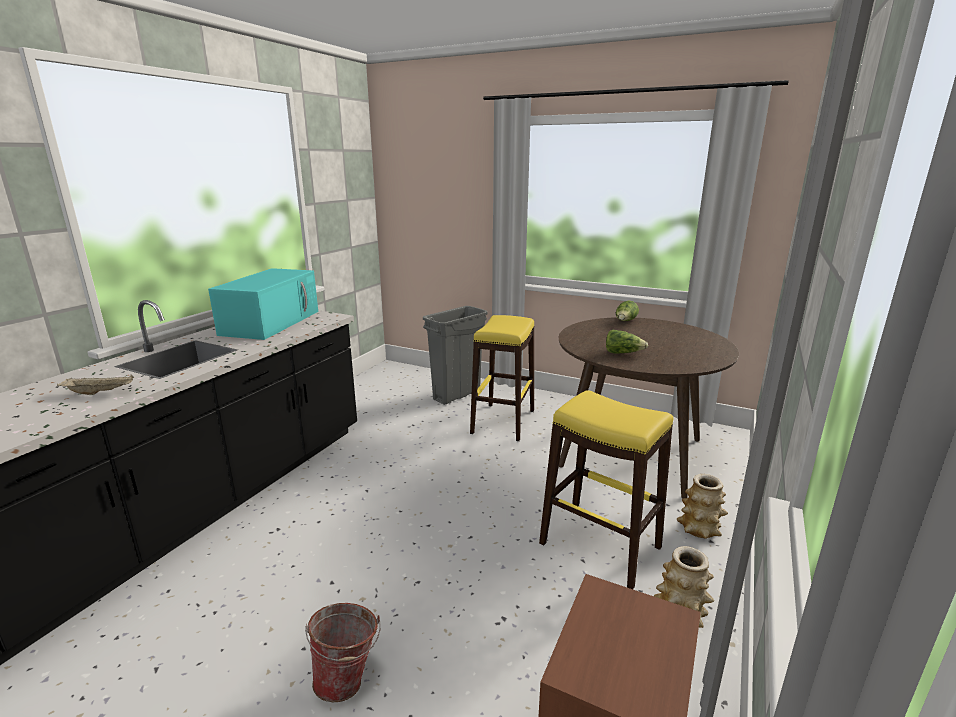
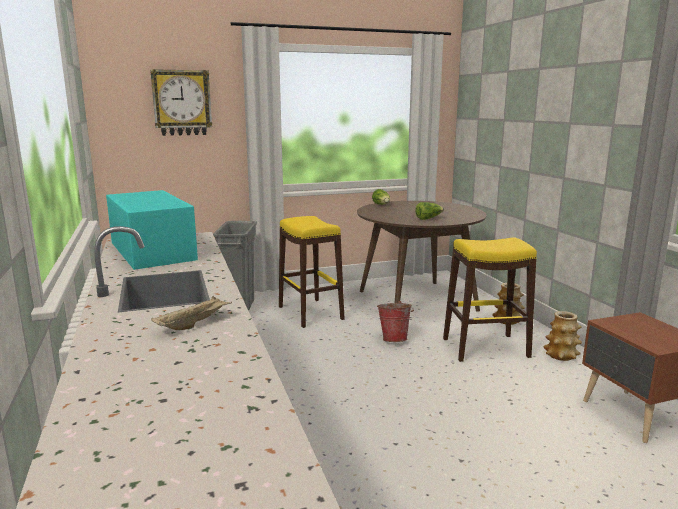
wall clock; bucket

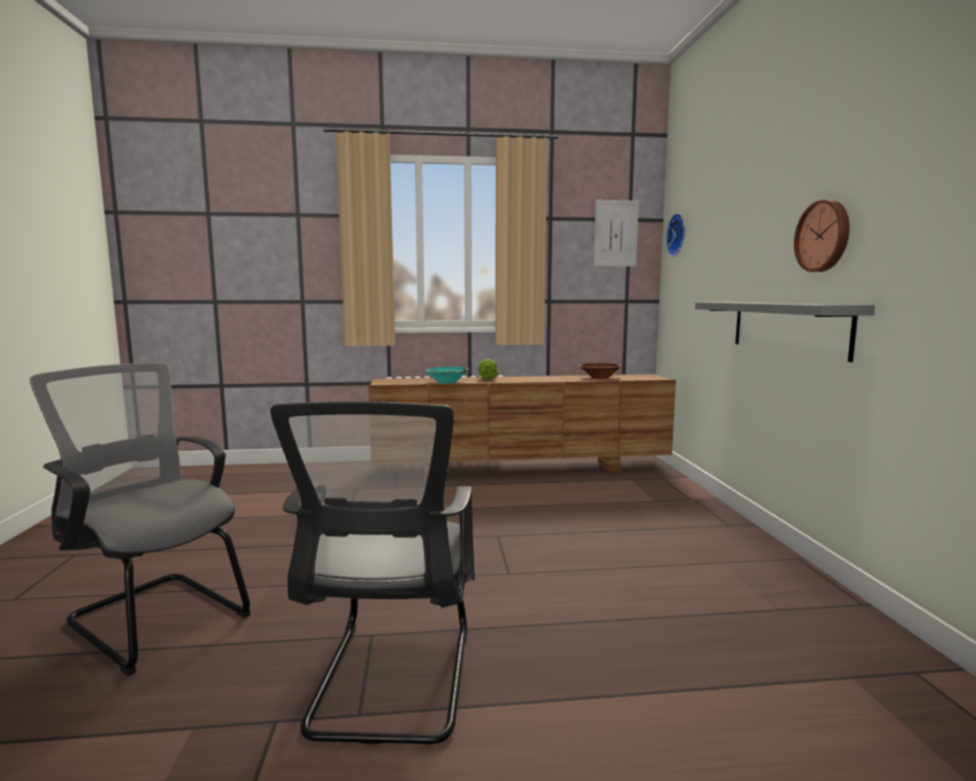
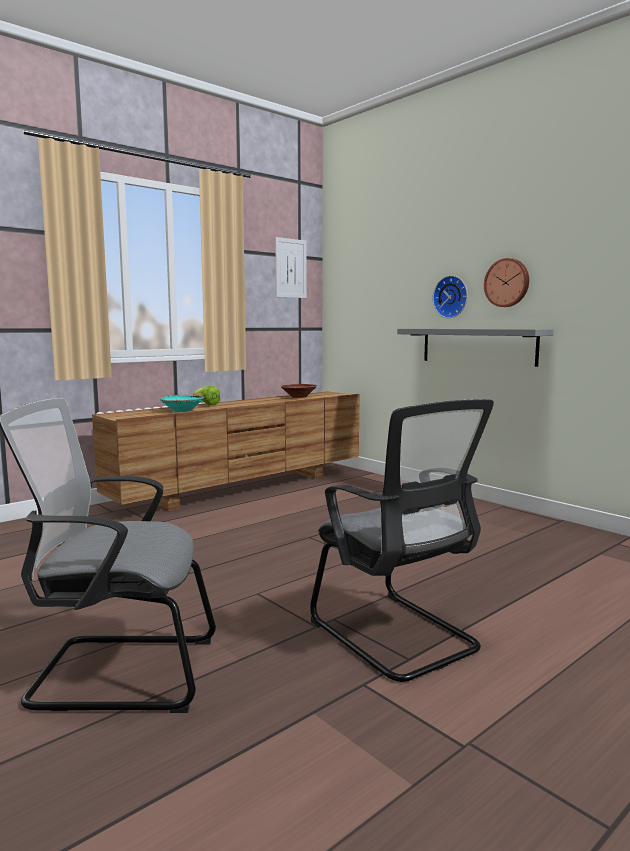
wall clock (1st from left)

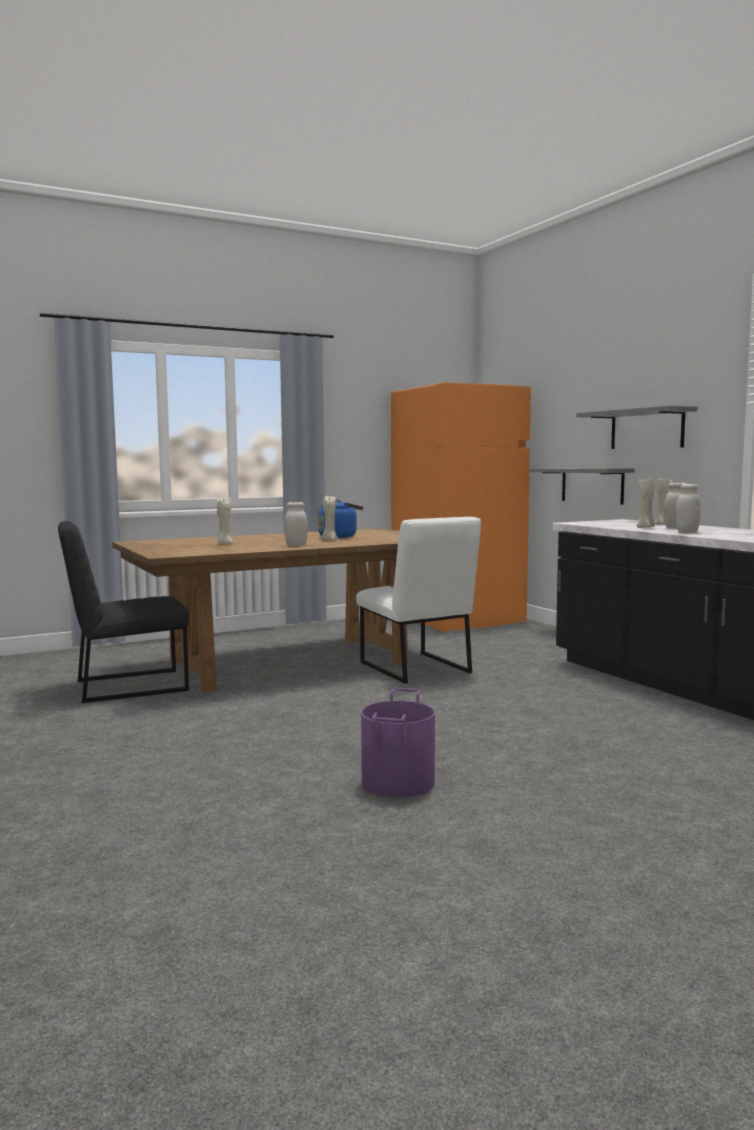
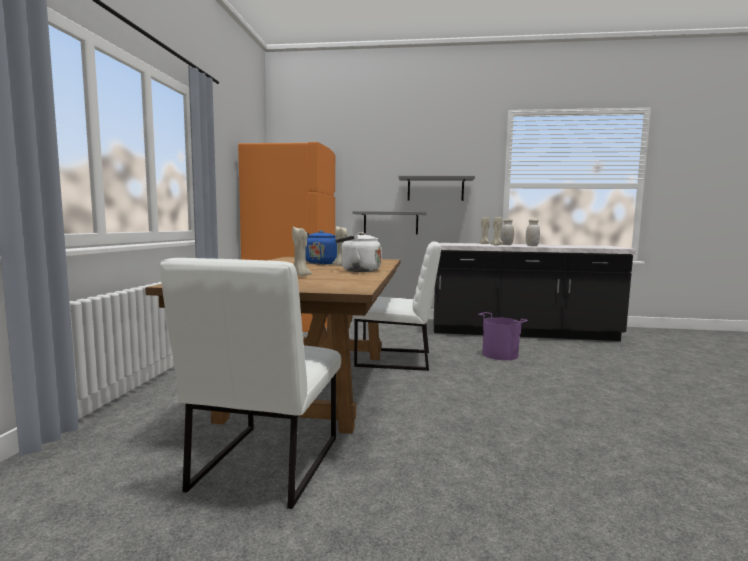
bucket (purple); kettle (white); chair (white) (1st from left)

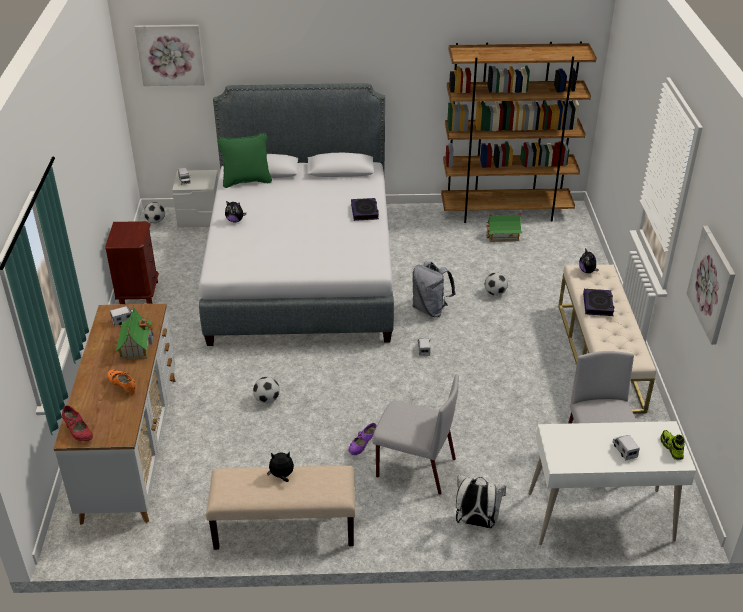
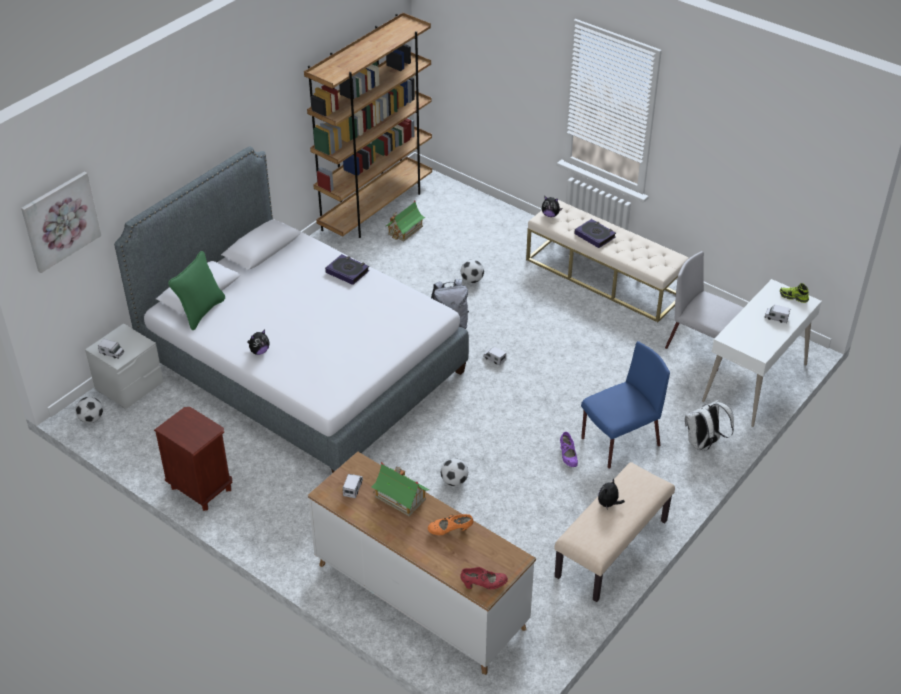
picture (2nd from left in the first image); chair (blue)

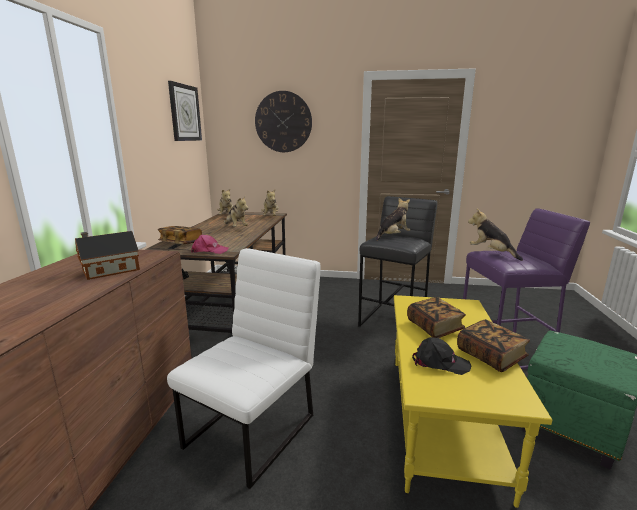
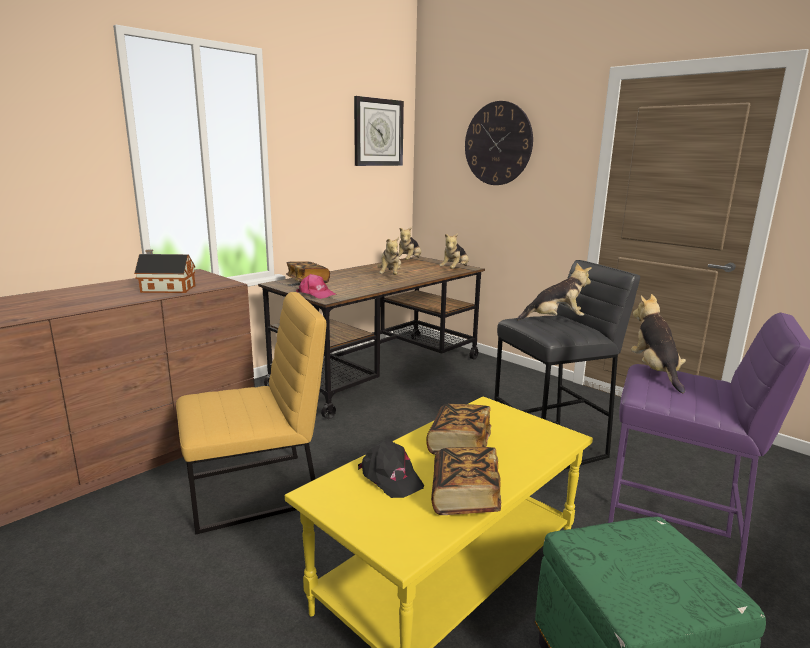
chair (yellow)

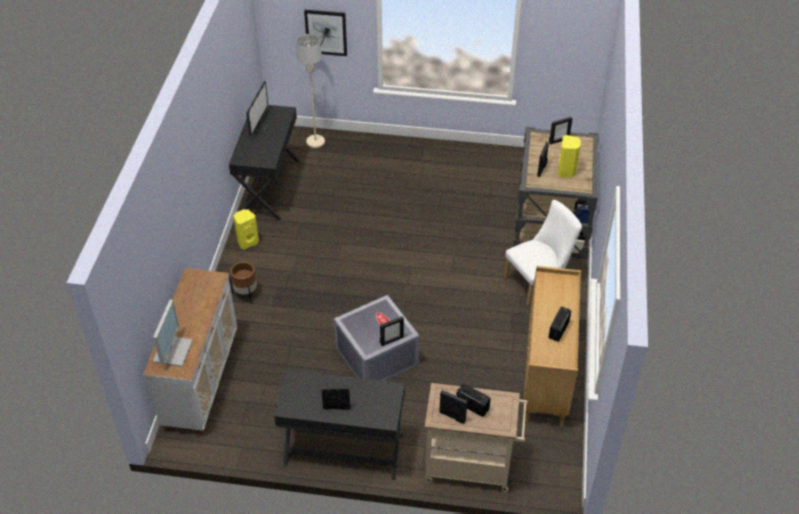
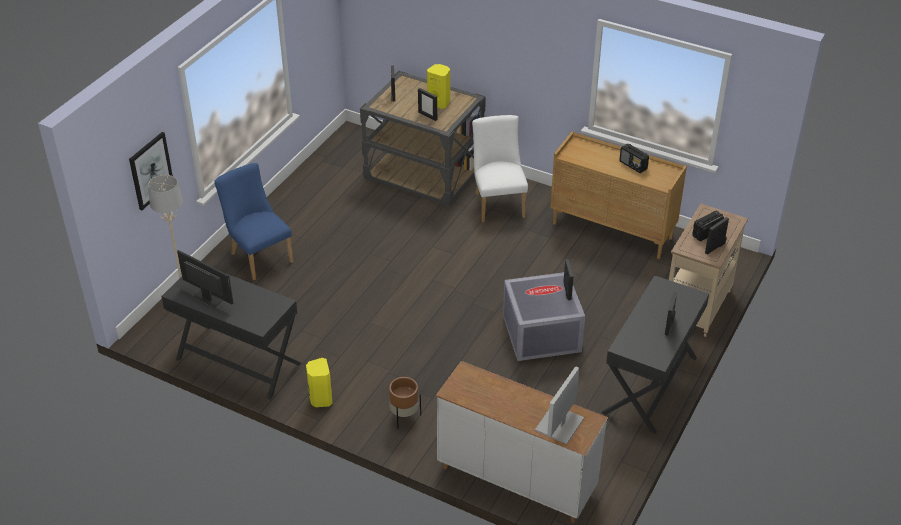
chair (blue); monitor (2nd from left)

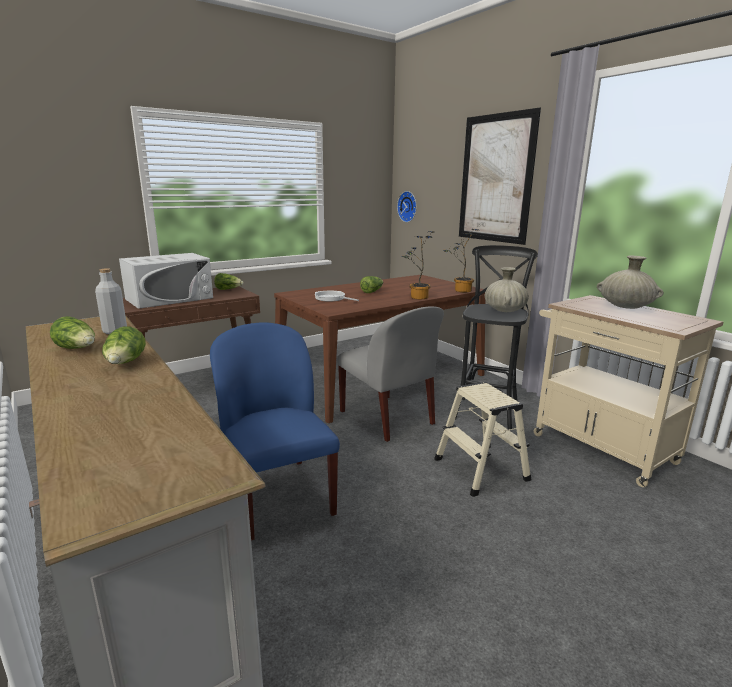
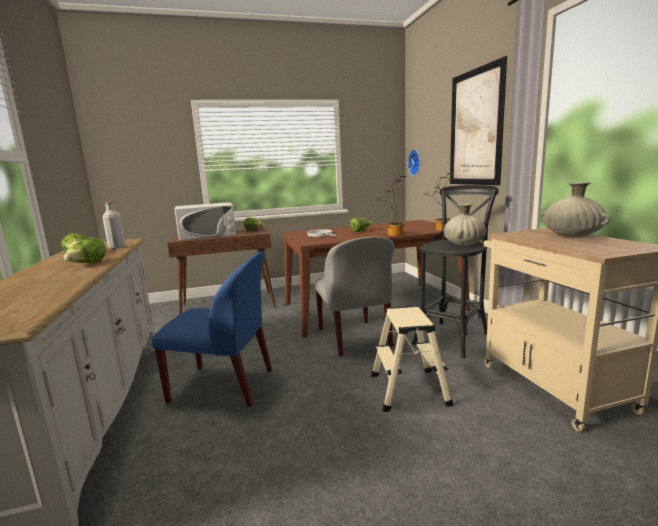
chair (blue)

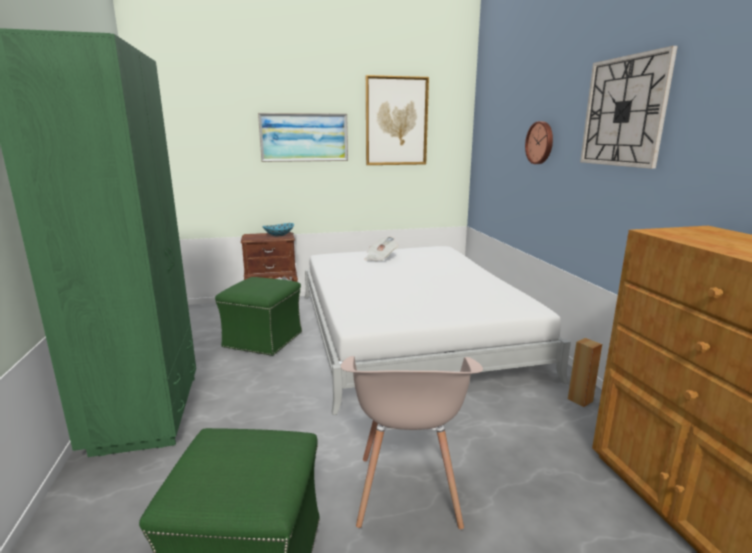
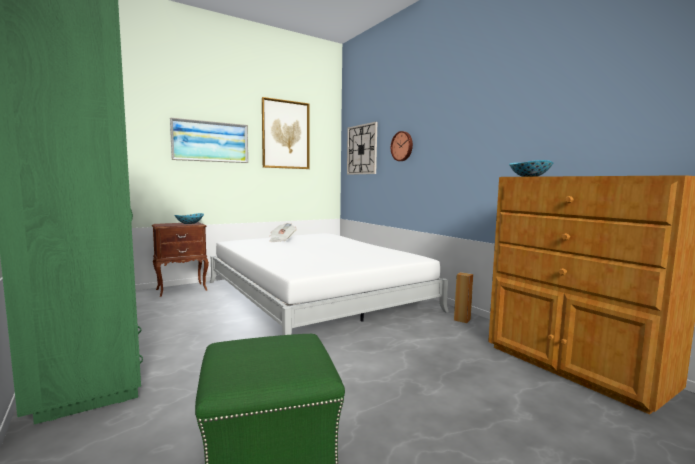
ottoman (green) (2nd from left in the first image); chair (beige); bowl (2nd from left); wall clock (1st from left)

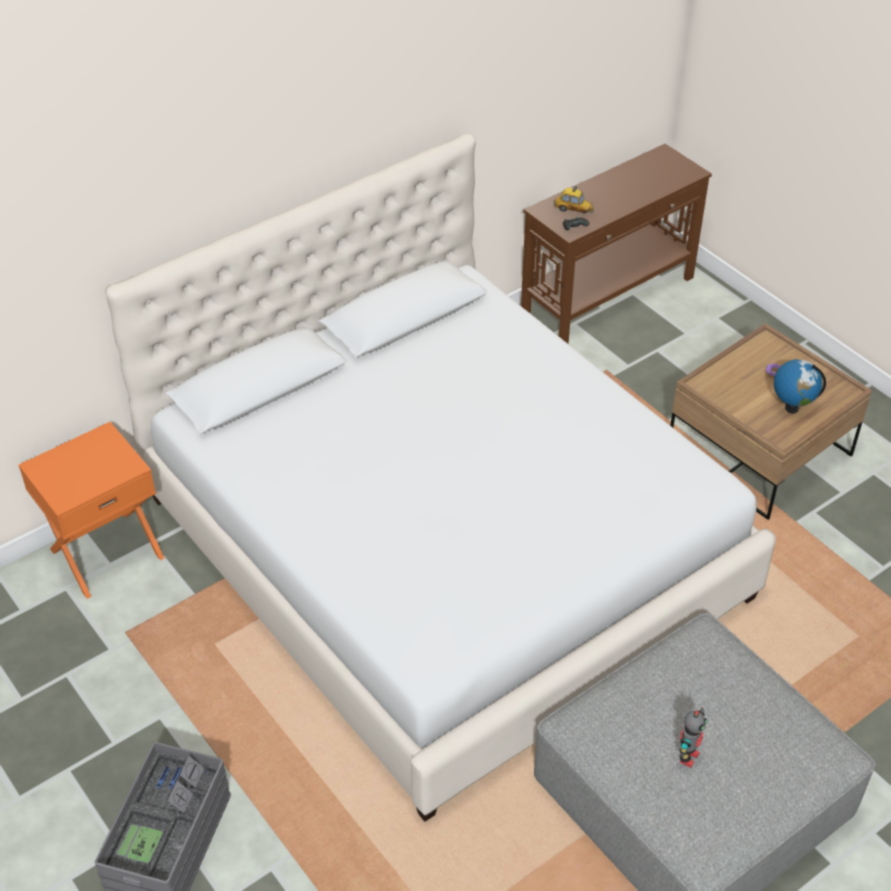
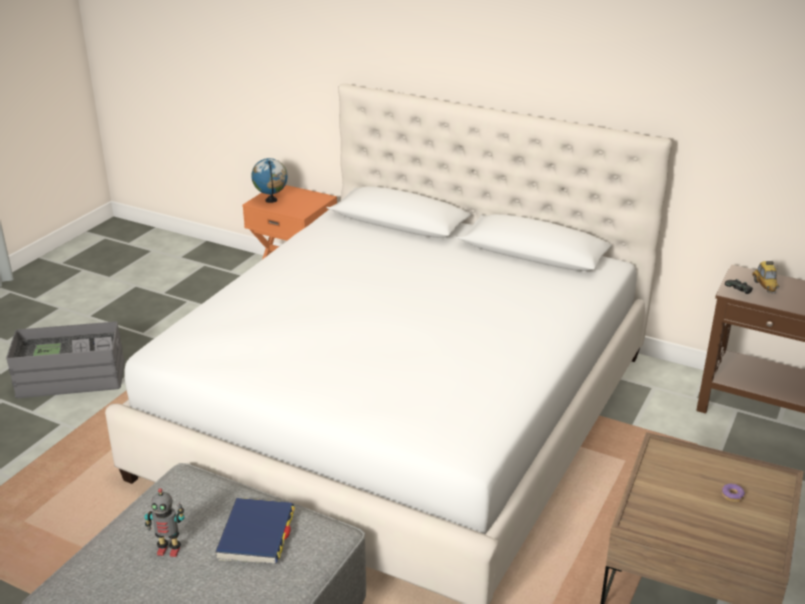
book (blue); globe

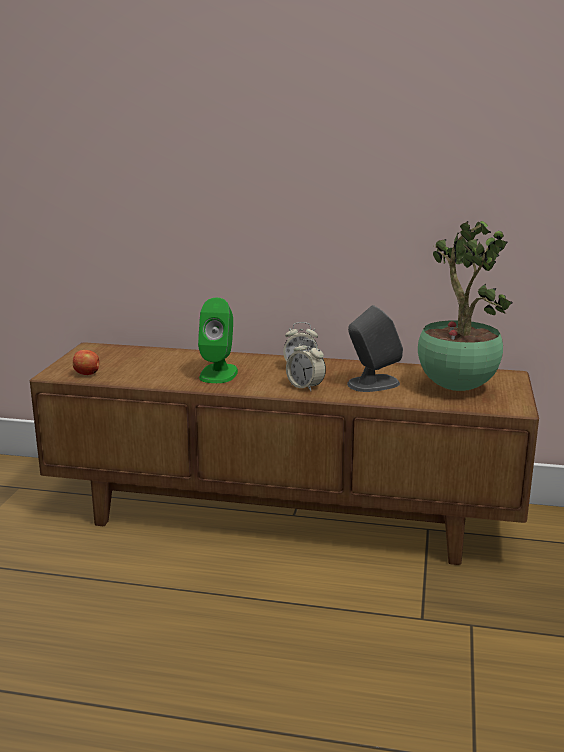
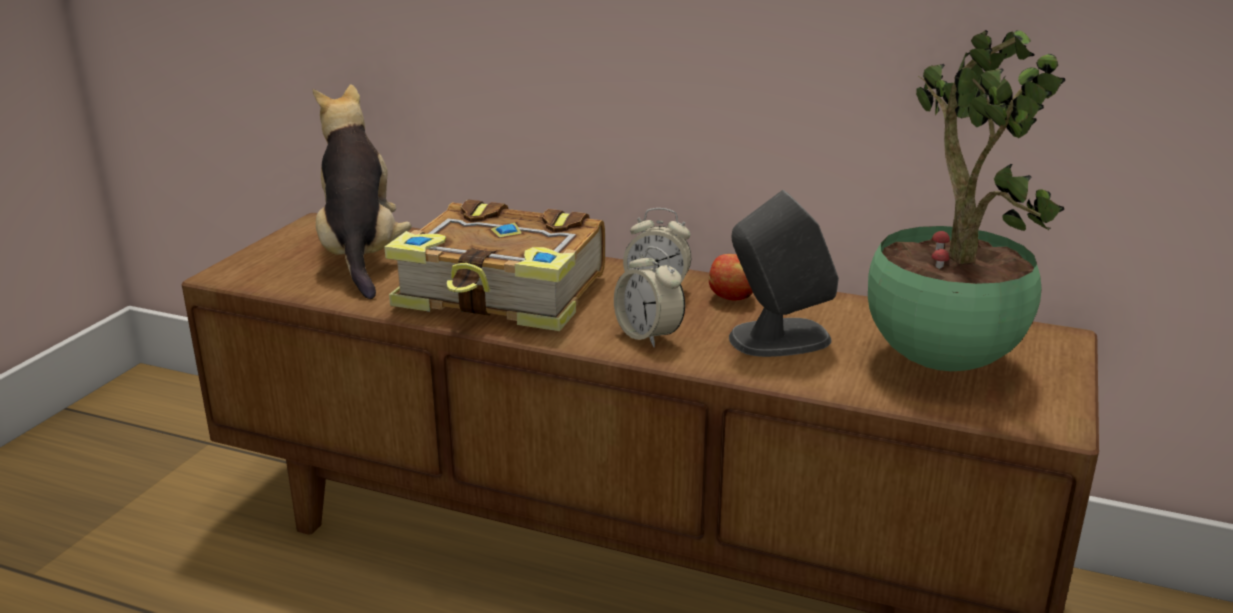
plush toy; apple; book

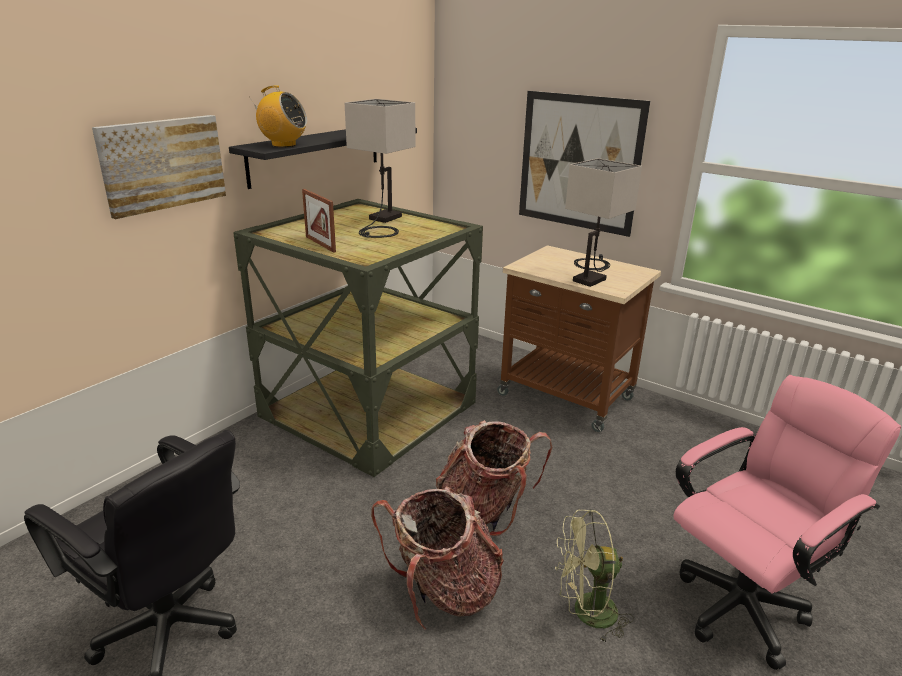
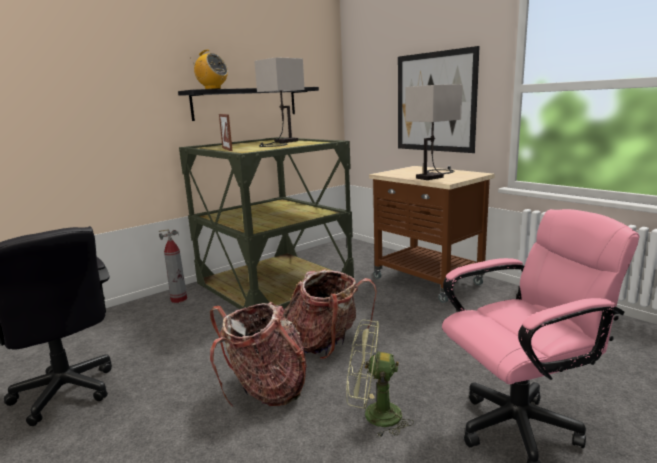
picture (1st from left in the first image); fire extinguisher

